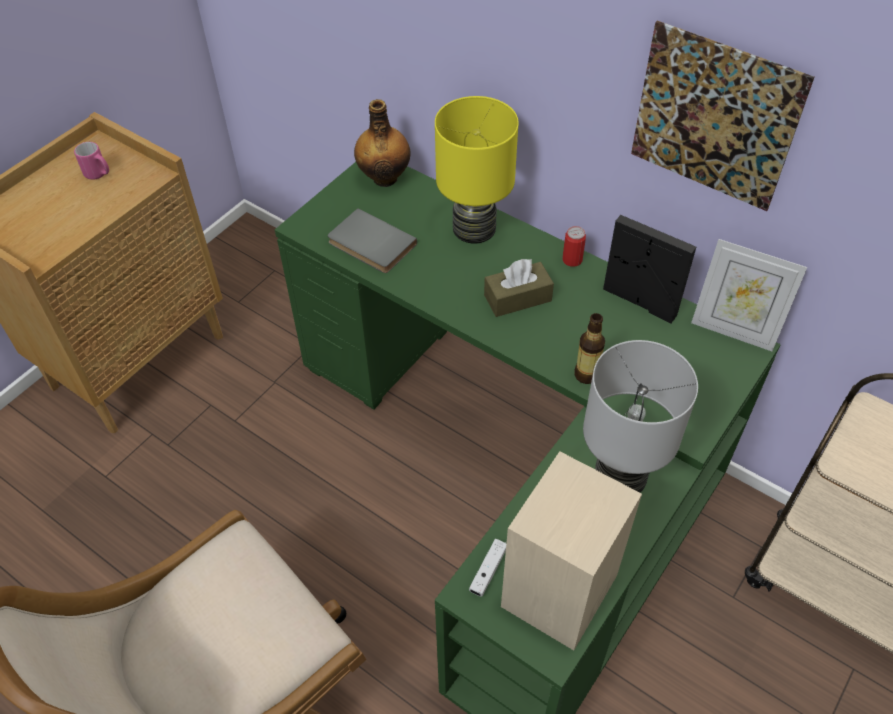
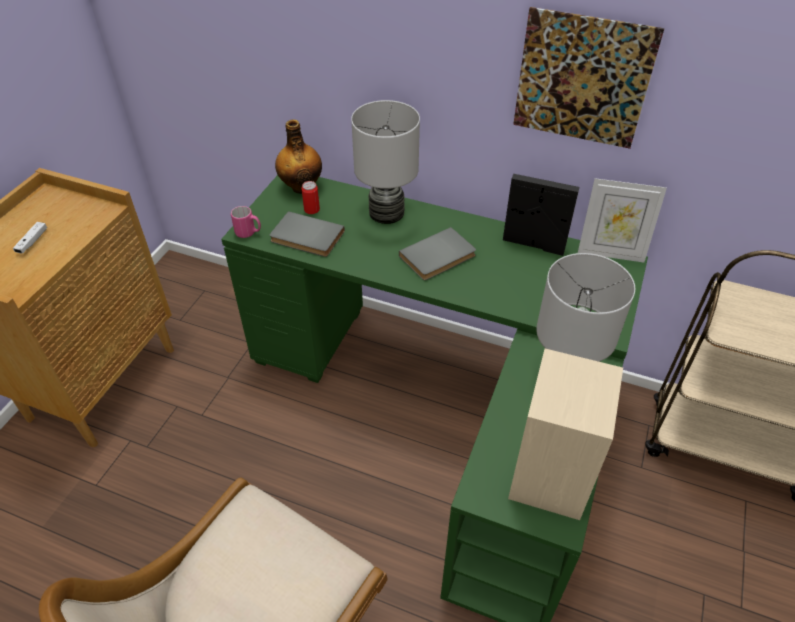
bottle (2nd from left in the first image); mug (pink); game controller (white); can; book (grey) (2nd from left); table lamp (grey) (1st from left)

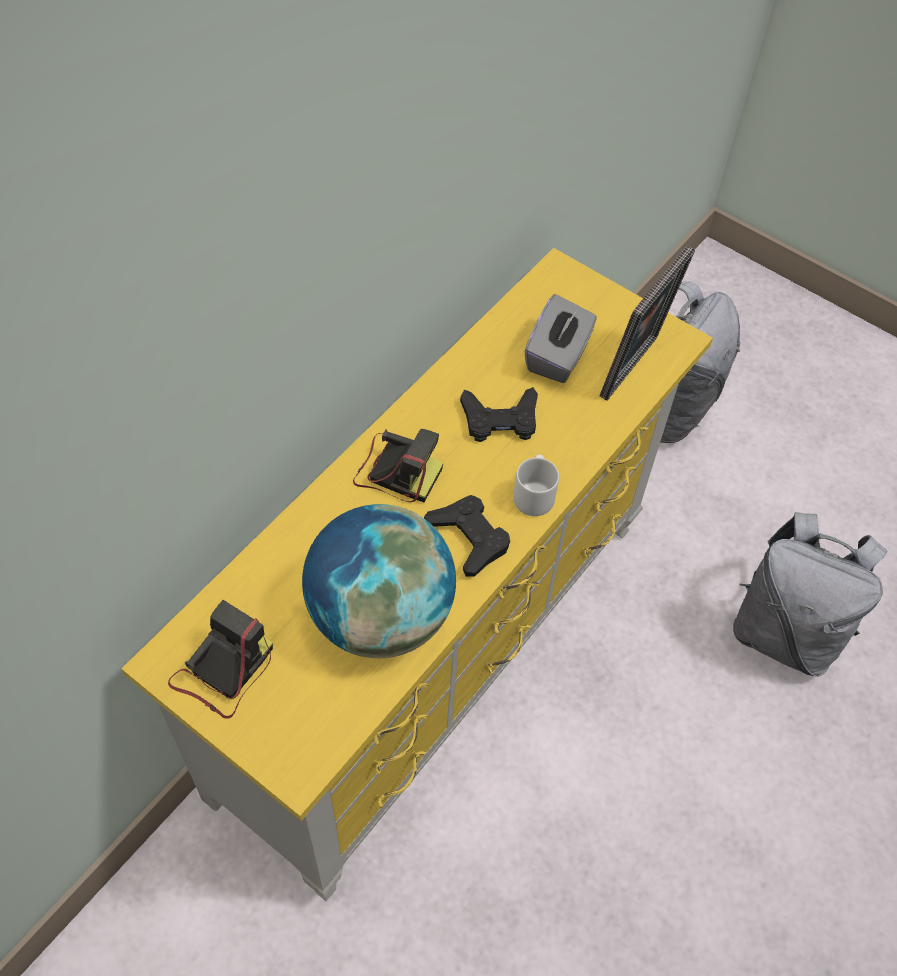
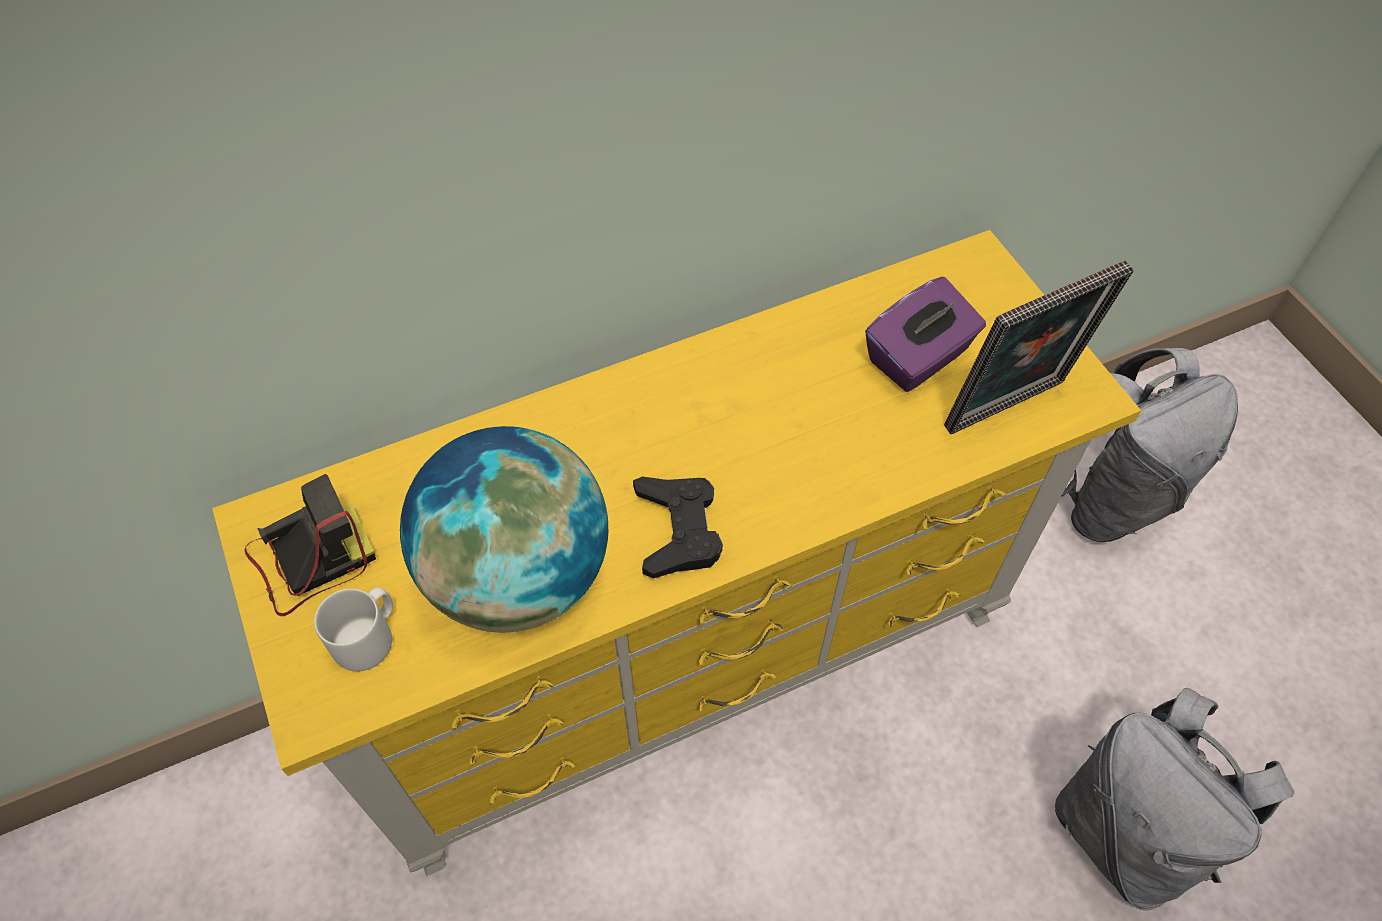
photo camera (2nd from left in the first image); game controller (black) (2nd from left in the first image); mug (grey); tissue box (purple)

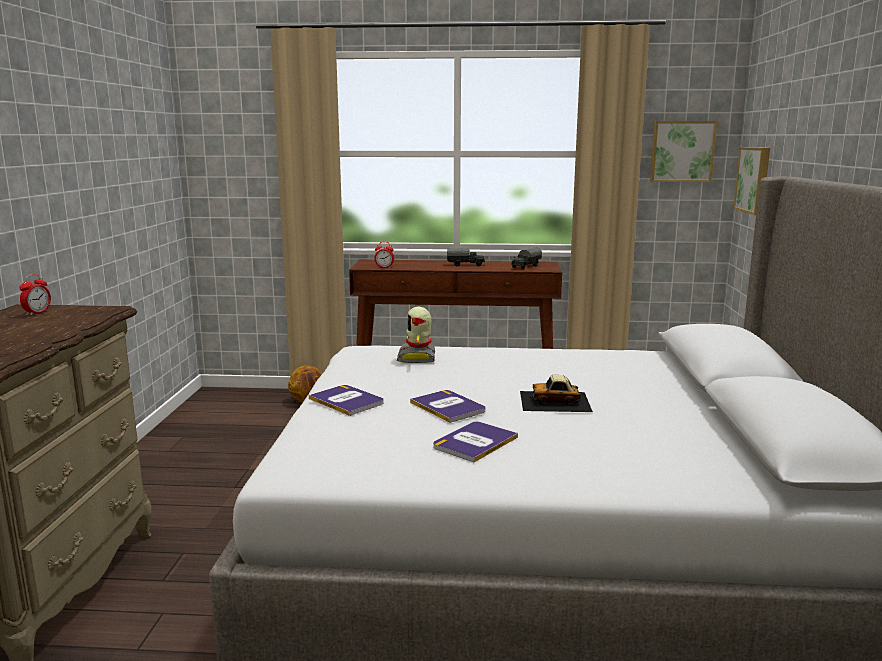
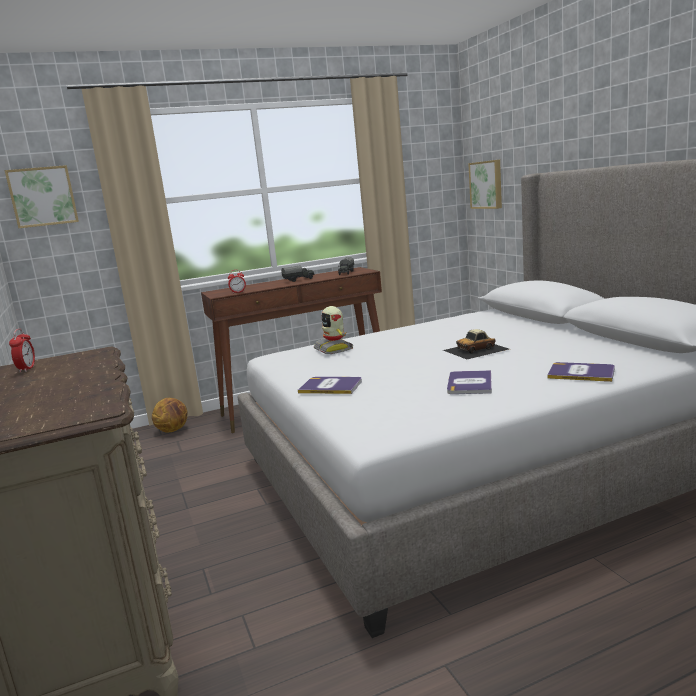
book (3rd from left); picture (1st from left)

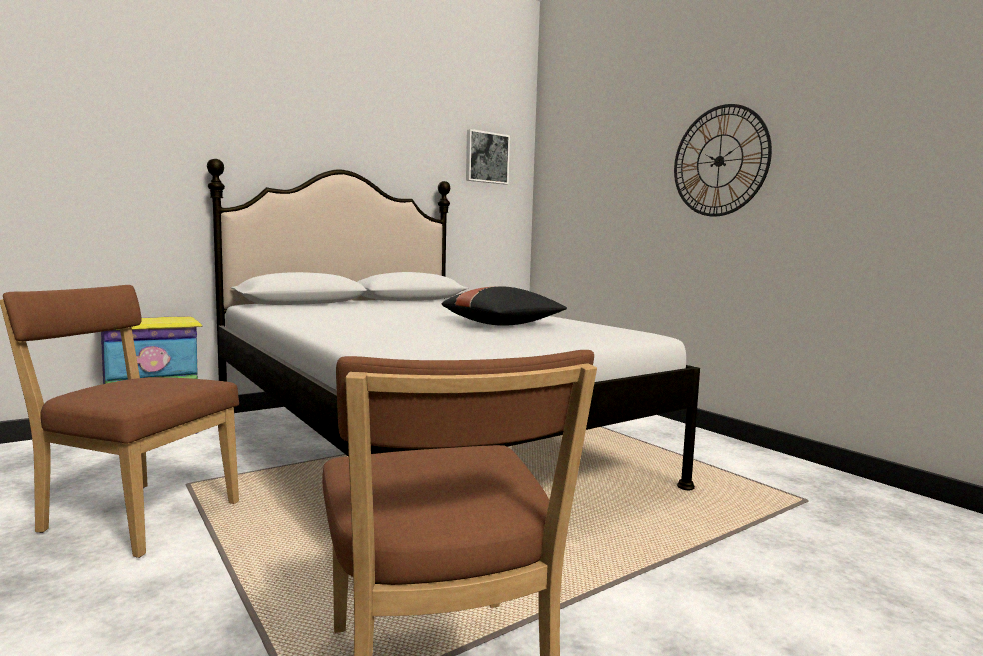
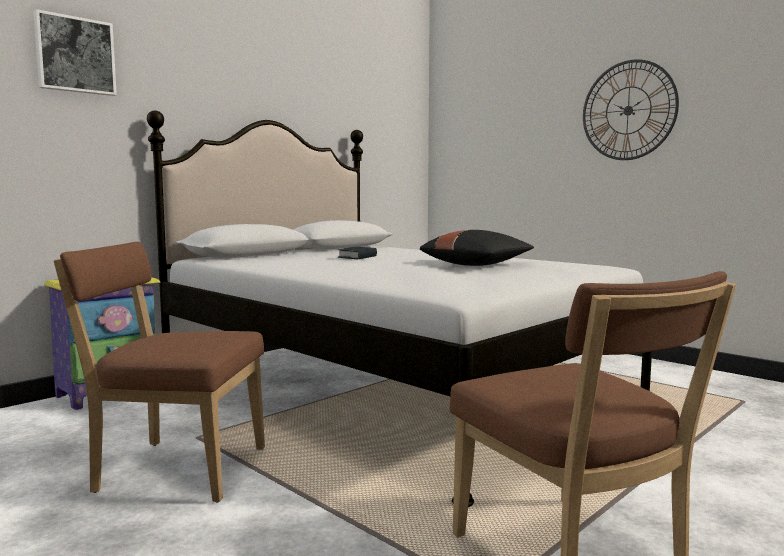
book; picture

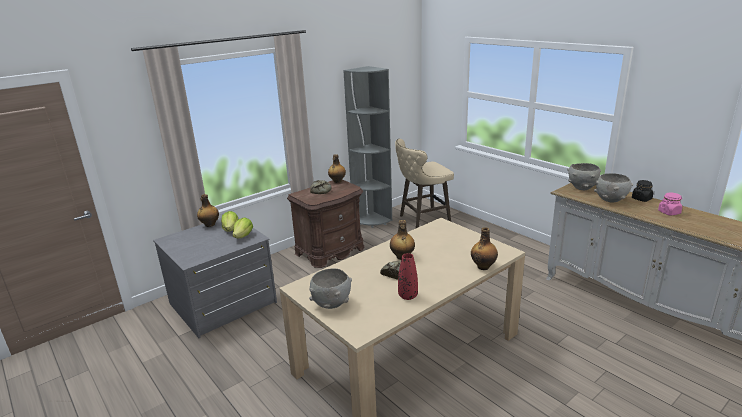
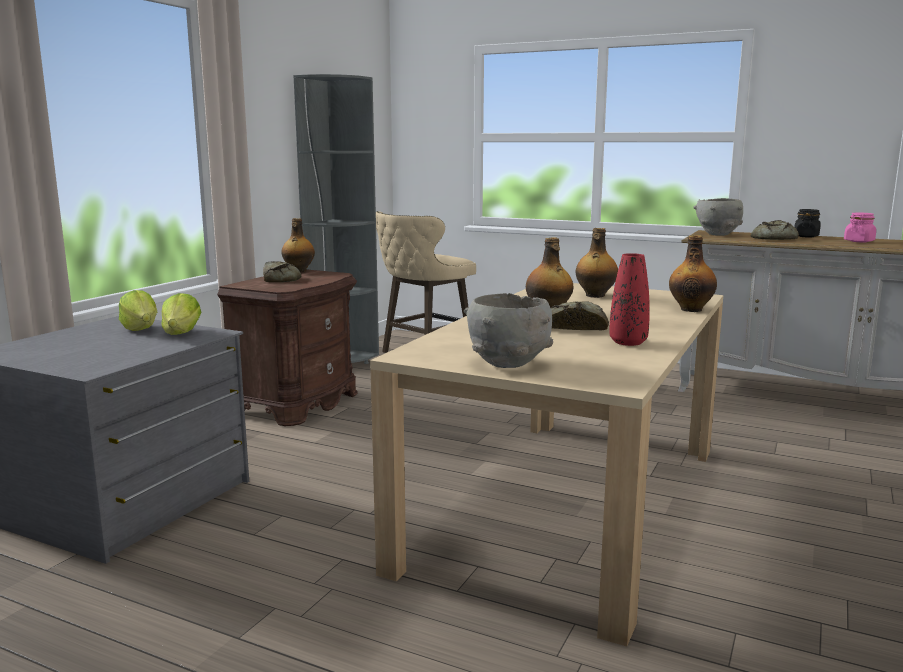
bottle (3rd from left); bread (3rd from left)

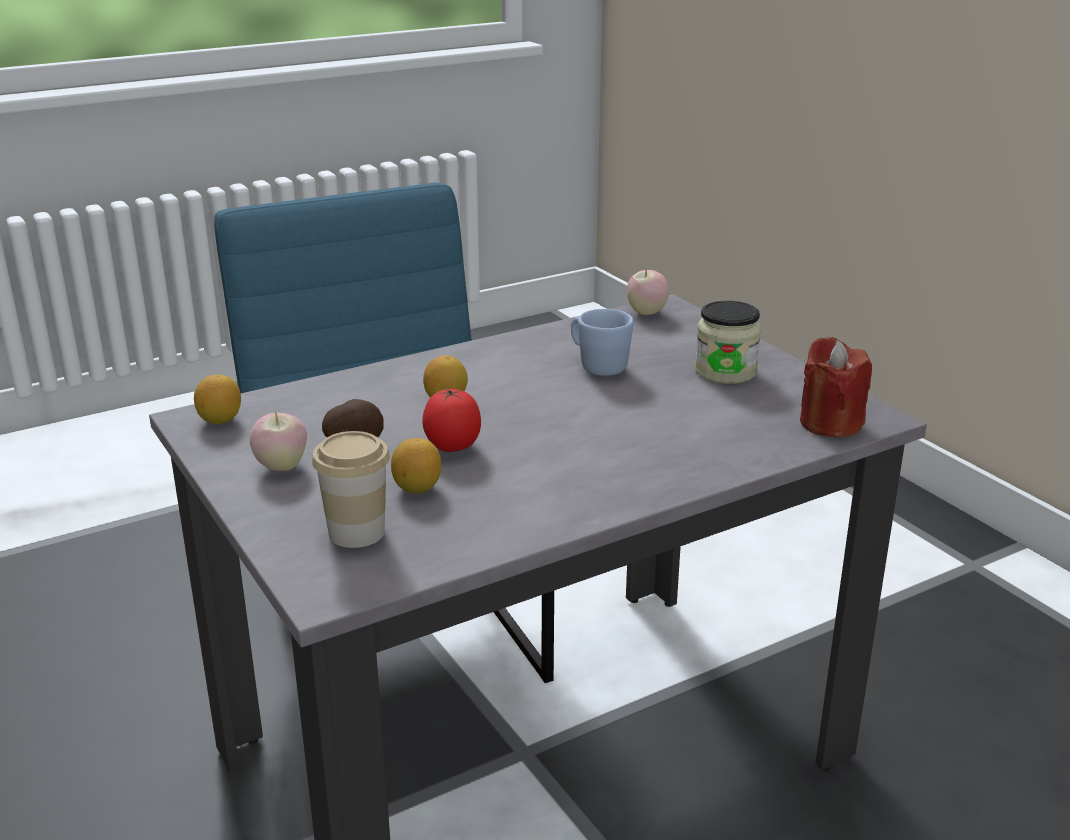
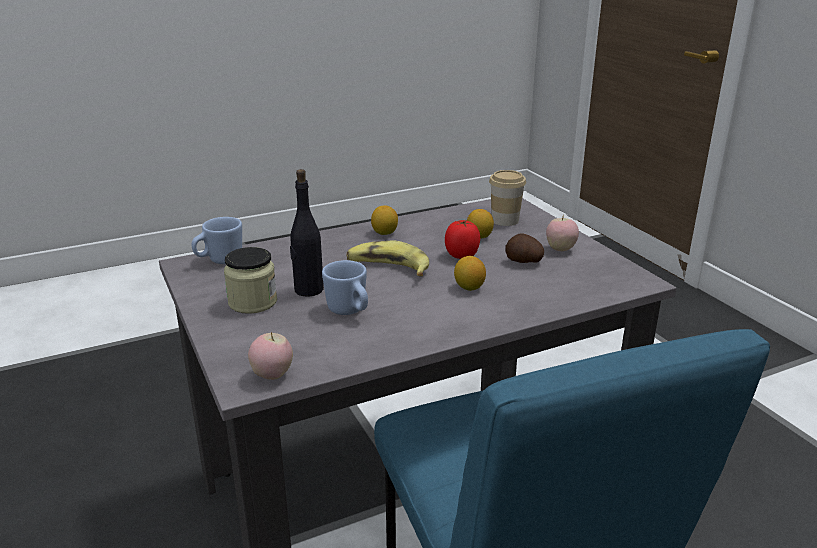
bottle (black); banana; lemon (1st from left); mug (blue) (1st from left)

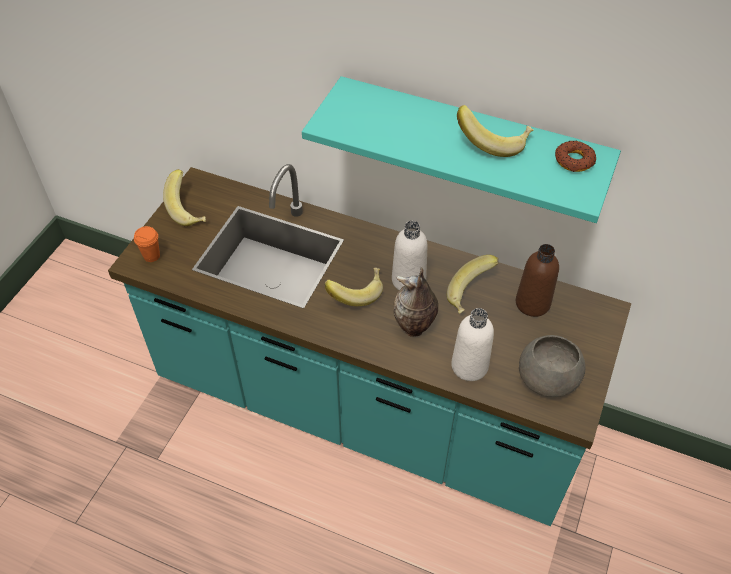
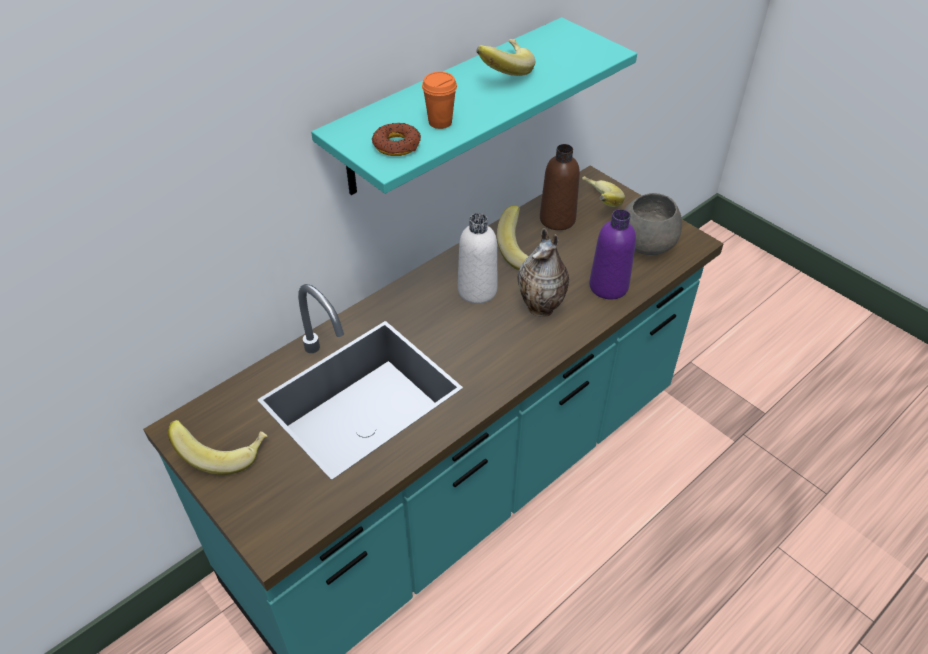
cup (orange); banana (4th from left); donut; bottle (purple)

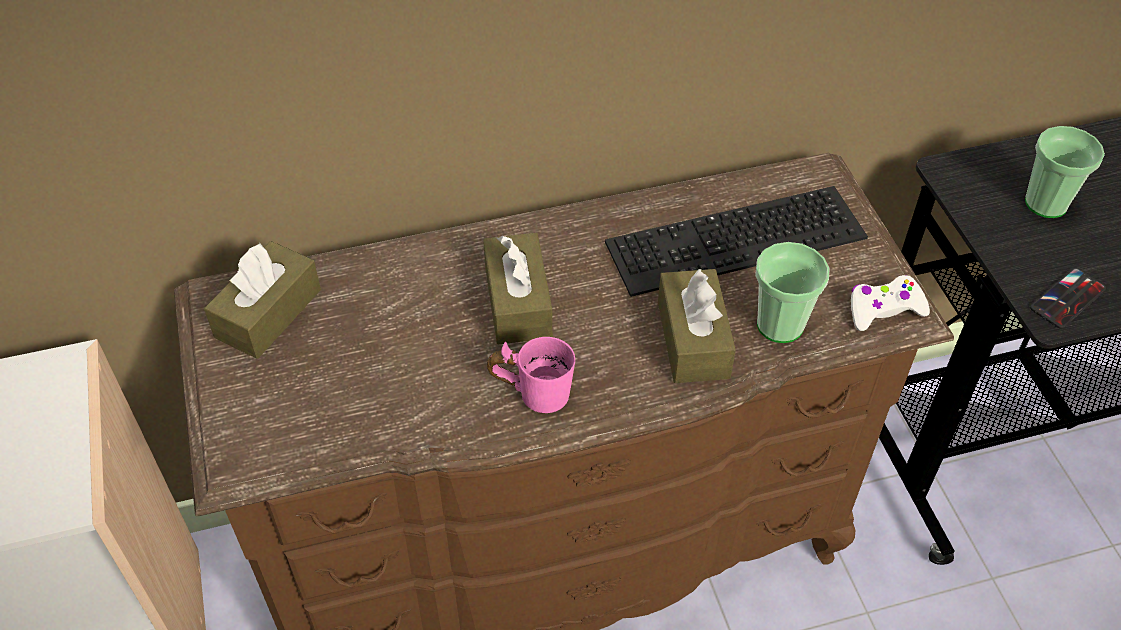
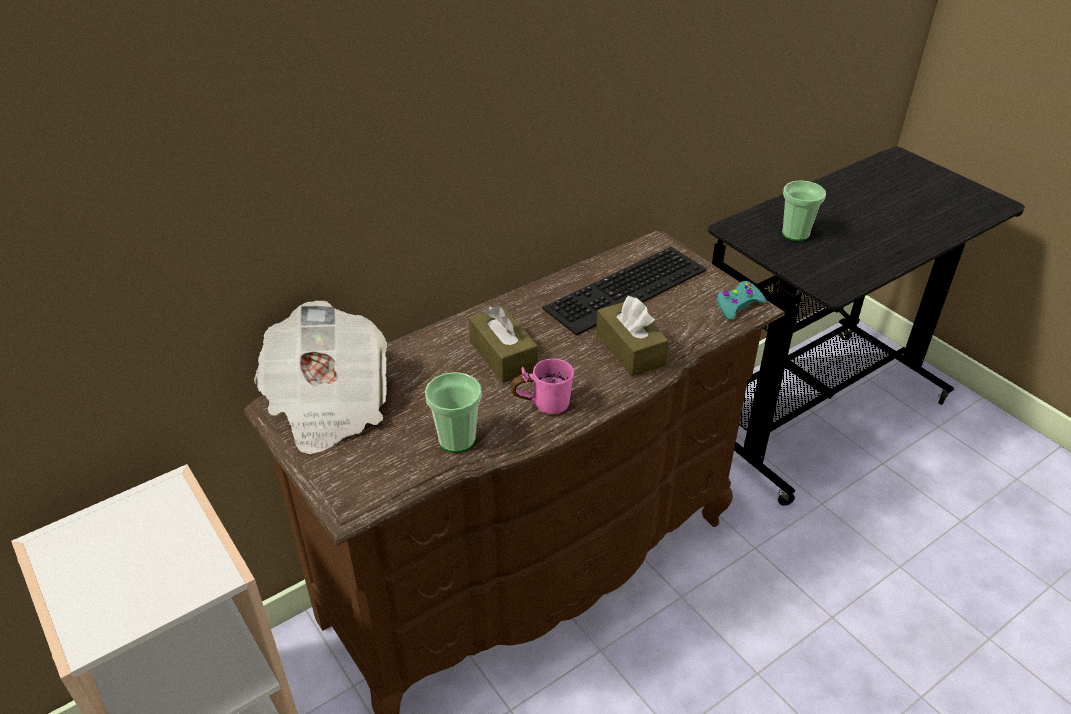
phone; cup (1st from left); newspaper; game controller (turquoise)

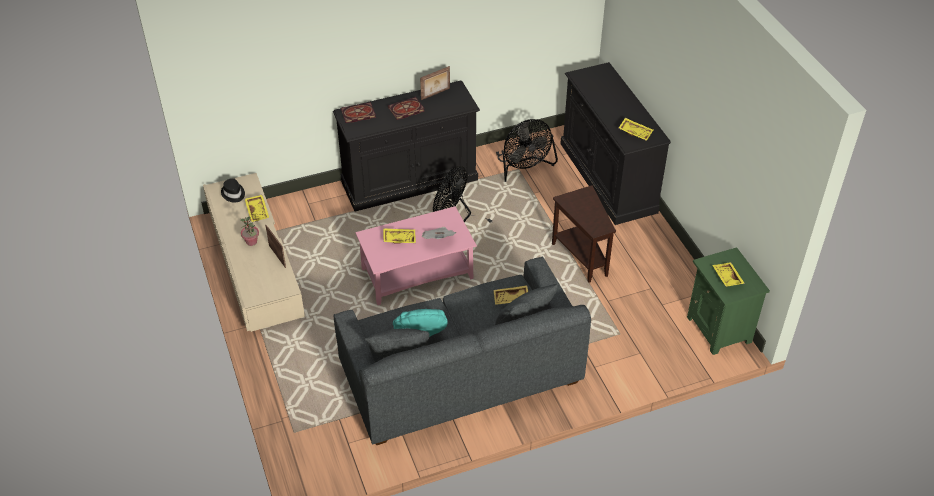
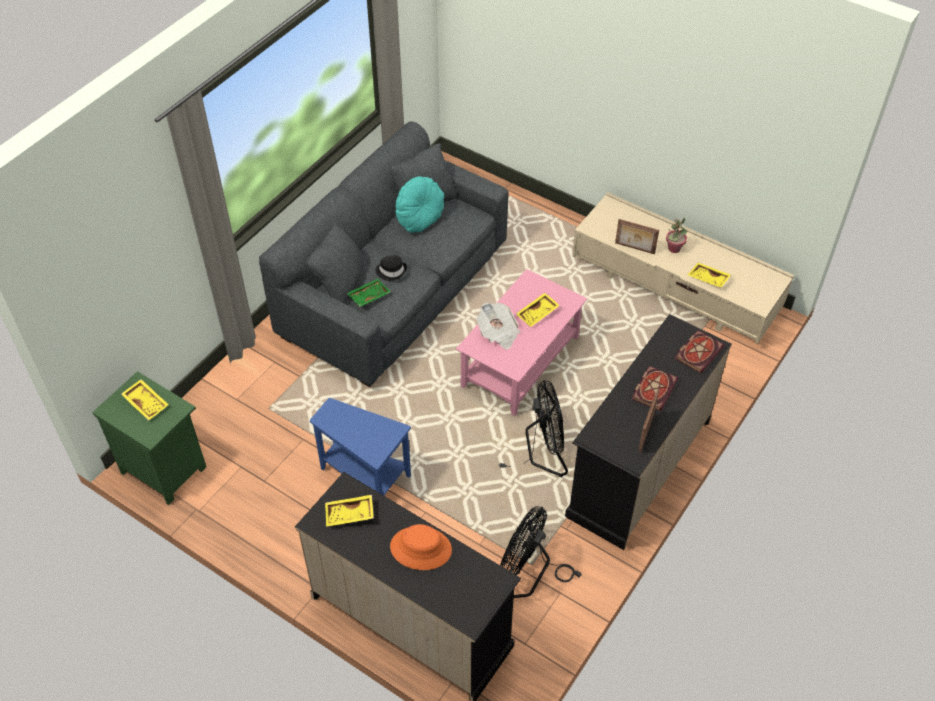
hat (orange); hat (black); tray (green); side table (blue)

